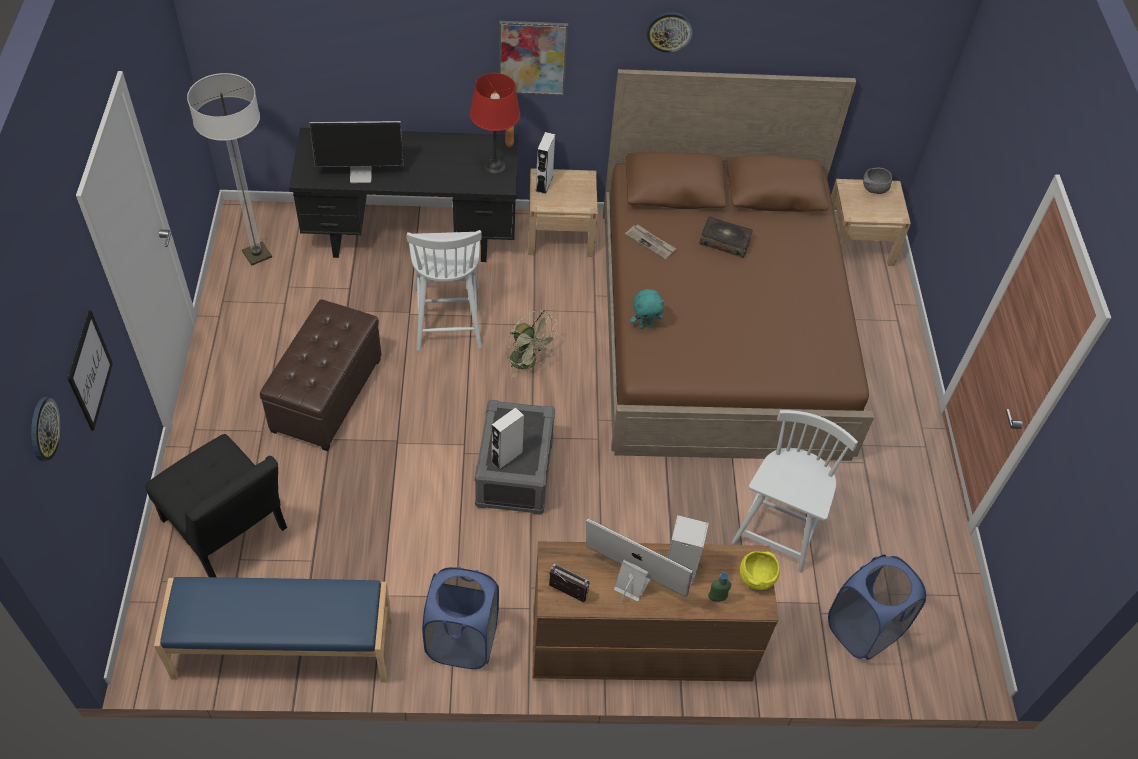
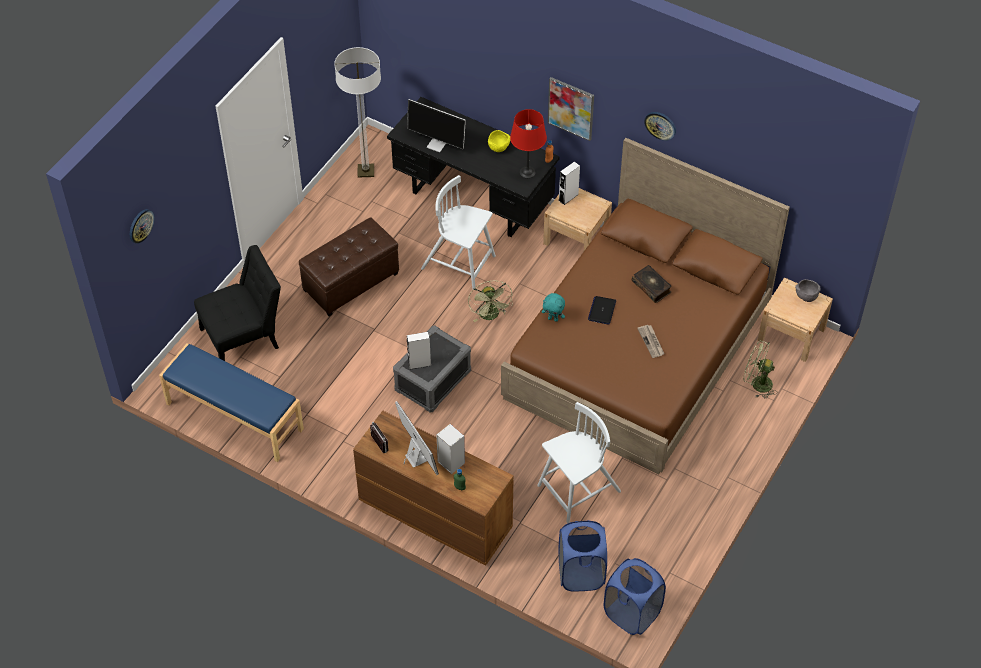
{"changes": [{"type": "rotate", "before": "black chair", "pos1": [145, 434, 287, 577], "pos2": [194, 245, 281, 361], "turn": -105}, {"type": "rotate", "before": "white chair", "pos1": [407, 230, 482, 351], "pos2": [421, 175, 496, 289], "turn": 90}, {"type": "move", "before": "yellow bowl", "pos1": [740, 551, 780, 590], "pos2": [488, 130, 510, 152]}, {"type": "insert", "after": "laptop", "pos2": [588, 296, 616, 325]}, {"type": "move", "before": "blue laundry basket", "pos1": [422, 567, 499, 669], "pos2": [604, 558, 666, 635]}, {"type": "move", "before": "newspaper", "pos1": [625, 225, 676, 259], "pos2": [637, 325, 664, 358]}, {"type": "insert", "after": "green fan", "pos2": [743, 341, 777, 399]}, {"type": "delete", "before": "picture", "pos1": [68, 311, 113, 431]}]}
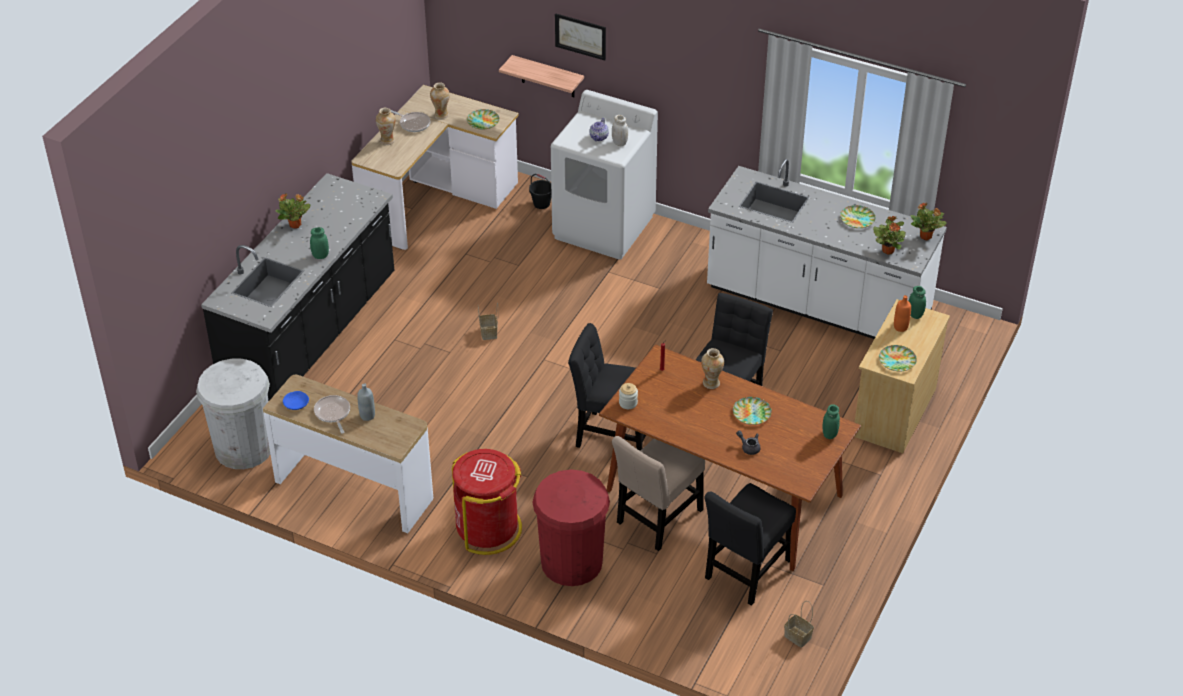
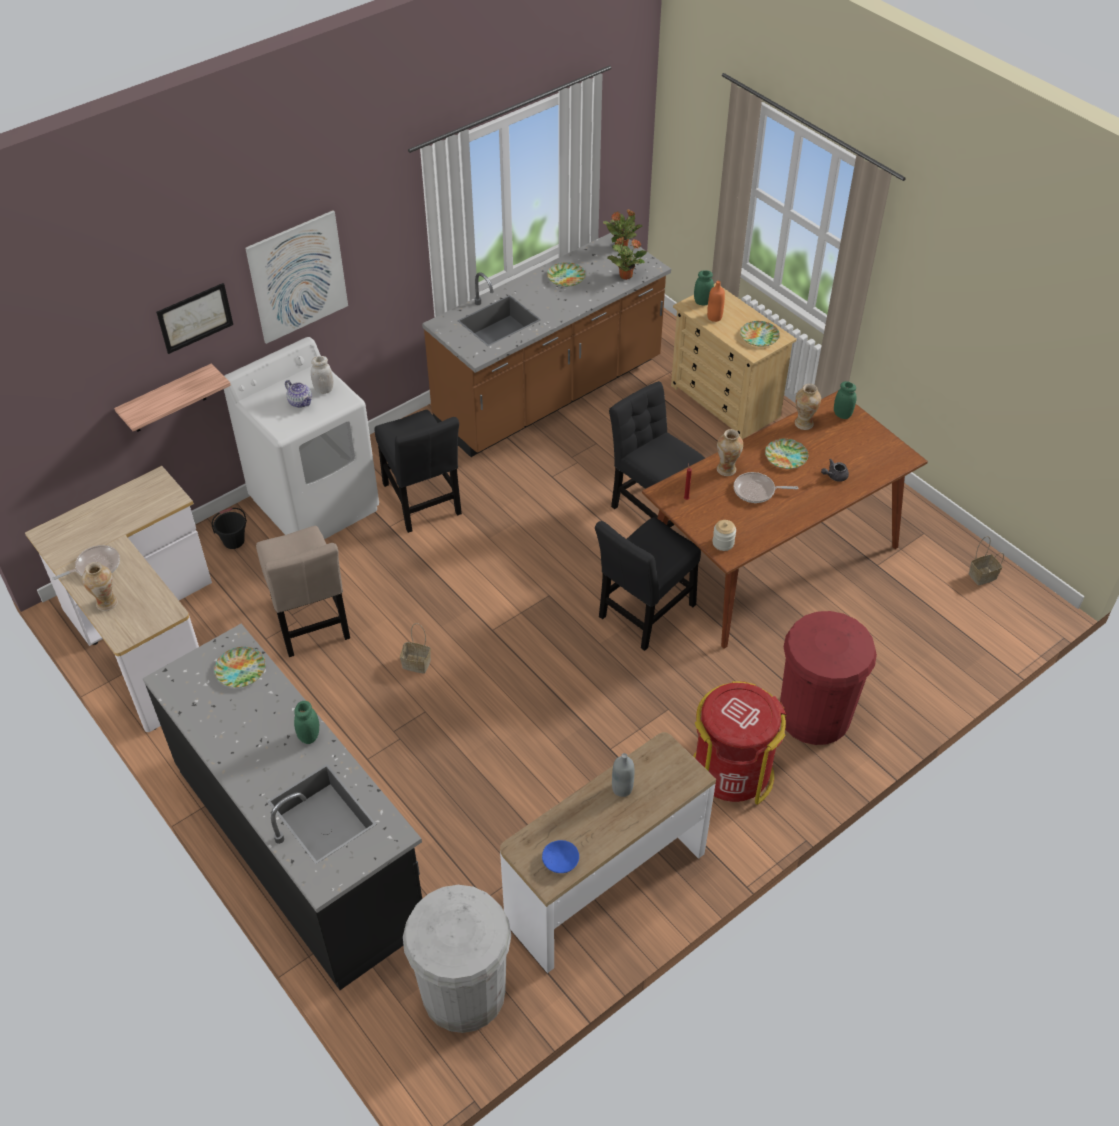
{"changes": [{"type": "move", "before": "plate", "pos1": [467, 109, 500, 130], "pos2": [214, 647, 266, 688]}, {"type": "insert", "after": "picture", "pos2": [245, 210, 348, 344]}, {"type": "move", "before": "beige chair", "pos1": [612, 436, 705, 551], "pos2": [256, 526, 350, 657]}, {"type": "move", "before": "black chair", "pos1": [704, 483, 796, 606], "pos2": [375, 410, 462, 533]}, {"type": "recolor", "before": "white counter", "after": "brown counter", "pos1": [707, 159, 947, 339], "pos2": [422, 233, 671, 457]}, {"type": "move", "before": "frying pan", "pos1": [314, 395, 350, 434], "pos2": [734, 472, 798, 503]}, {"type": "move", "before": "vase", "pos1": [430, 82, 450, 120], "pos2": [795, 384, 821, 430]}, {"type": "delete", "before": "potted plant", "pos1": [276, 193, 311, 229]}]}
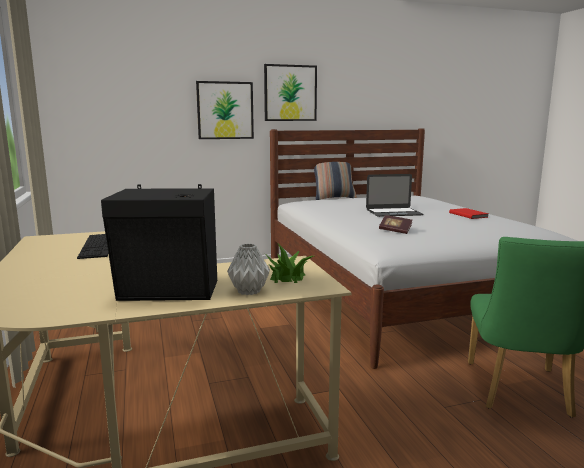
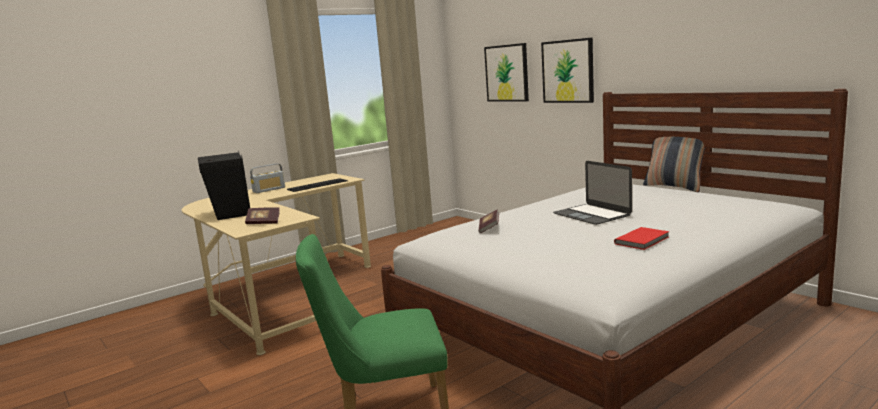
{"changes": [{"type": "replace", "before": "potted plant", "after": "book", "pos1": [265, 244, 313, 283], "pos2": [245, 207, 280, 224]}, {"type": "insert", "after": "radio", "pos2": [250, 163, 285, 193]}, {"type": "move", "before": "picture", "pos1": [264, 64, 317, 121], "pos2": [484, 43, 529, 102]}, {"type": "delete", "before": "grey vase", "pos1": [227, 244, 270, 295]}]}
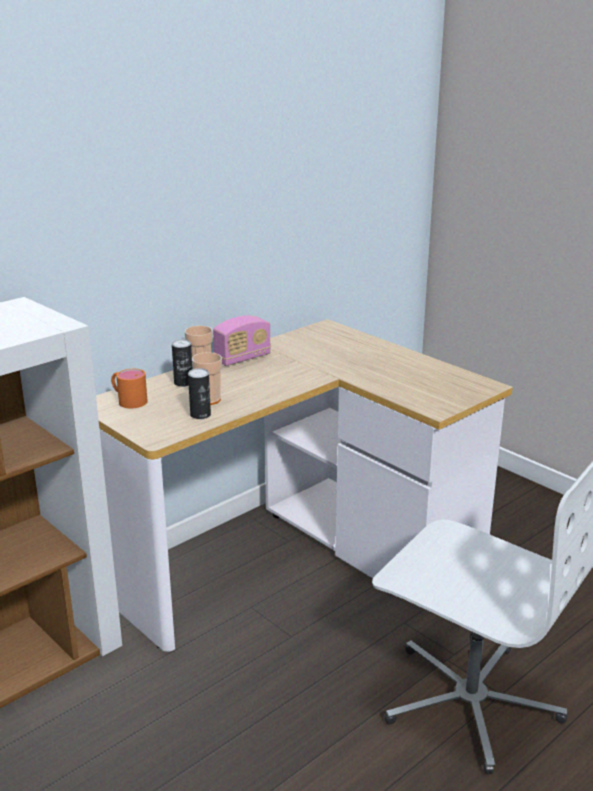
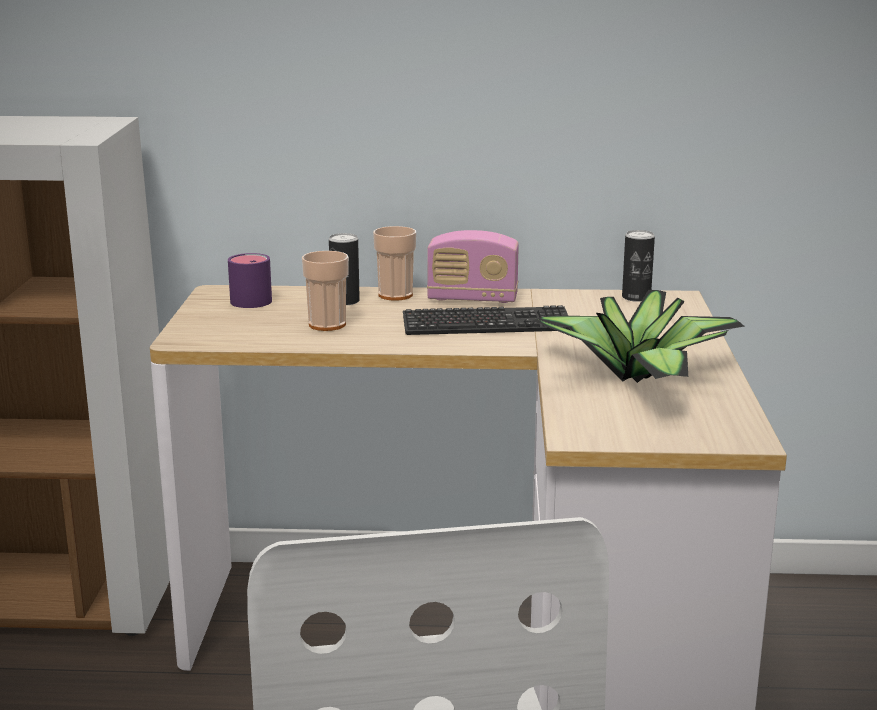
{"changes": [{"type": "recolor", "before": "orange mug", "after": "purple mug", "pos1": [111, 369, 148, 408], "pos2": [228, 253, 272, 308]}, {"type": "insert", "after": "keyboard", "pos2": [403, 305, 571, 335]}, {"type": "insert", "after": "potted plant", "pos2": [531, 290, 745, 383]}, {"type": "move", "before": "can", "pos1": [188, 368, 211, 419], "pos2": [622, 230, 655, 302]}]}
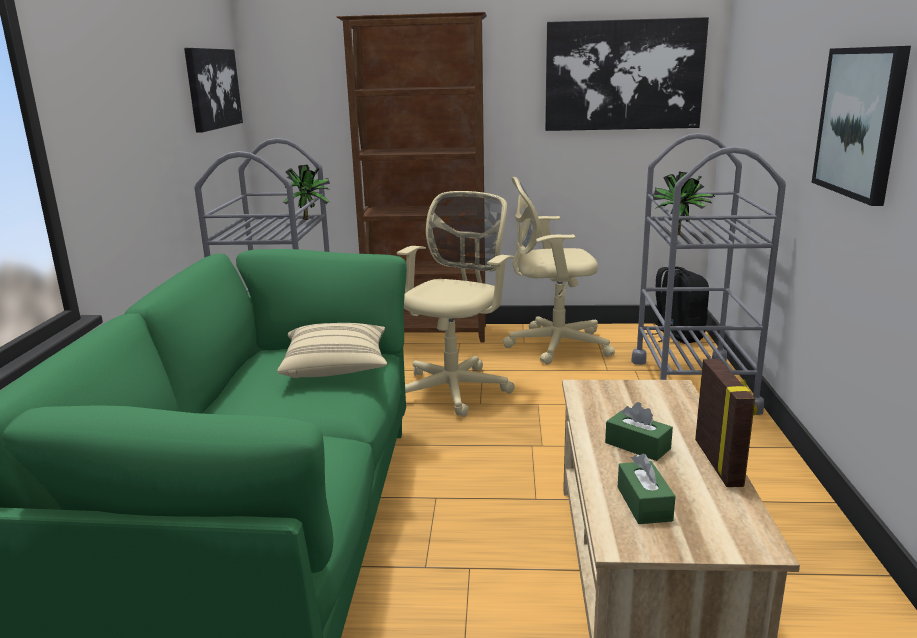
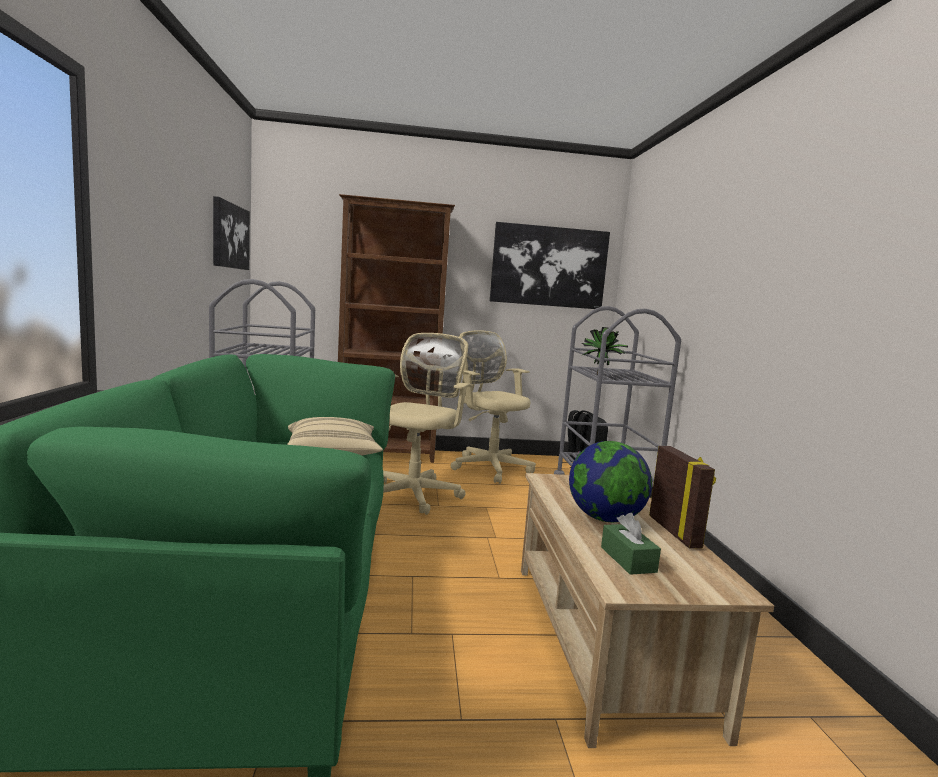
{"changes": [{"type": "rotate", "before": "beige office chair", "pos1": [503, 177, 615, 364], "pos2": [451, 330, 536, 484], "turn": 60}, {"type": "replace", "before": "green tissue box", "after": "globe", "pos1": [605, 402, 673, 461], "pos2": [569, 441, 652, 522]}, {"type": "delete", "before": "potted plant", "pos1": [284, 165, 330, 220]}, {"type": "delete", "before": "picture", "pos1": [812, 46, 911, 206]}]}
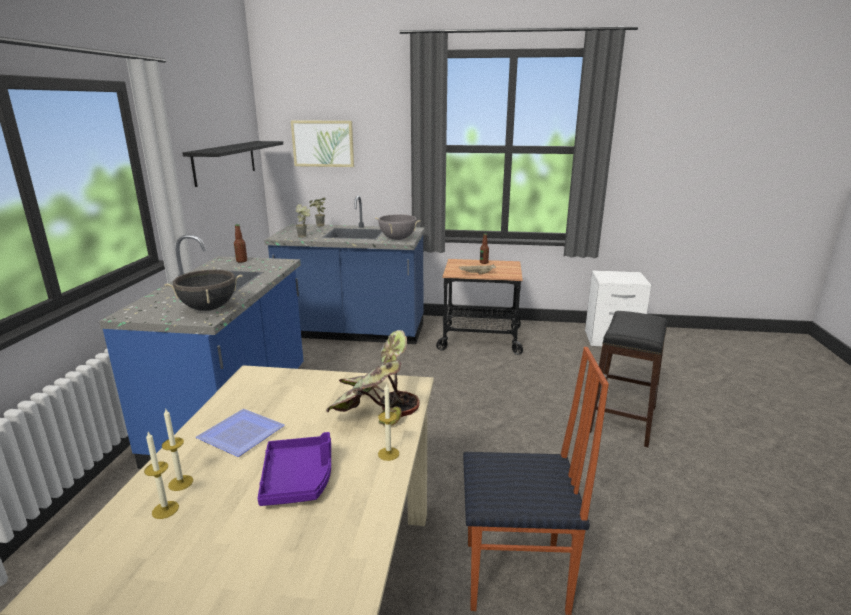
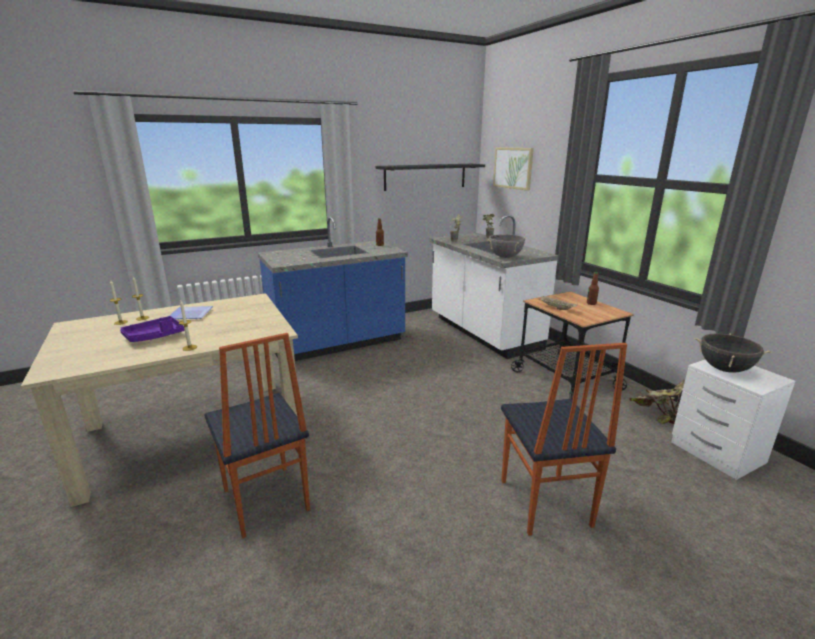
{"changes": [{"type": "recolor", "before": "blue counter", "after": "white counter", "pos1": [264, 195, 424, 344], "pos2": [429, 215, 559, 359]}, {"type": "replace", "before": "black stool", "after": "chair", "pos1": [590, 311, 667, 447], "pos2": [501, 343, 628, 536]}, {"type": "move", "before": "potted plant", "pos1": [326, 330, 420, 426], "pos2": [630, 379, 685, 424]}, {"type": "move", "before": "black cooking pot", "pos1": [164, 270, 243, 311], "pos2": [694, 333, 772, 373]}]}
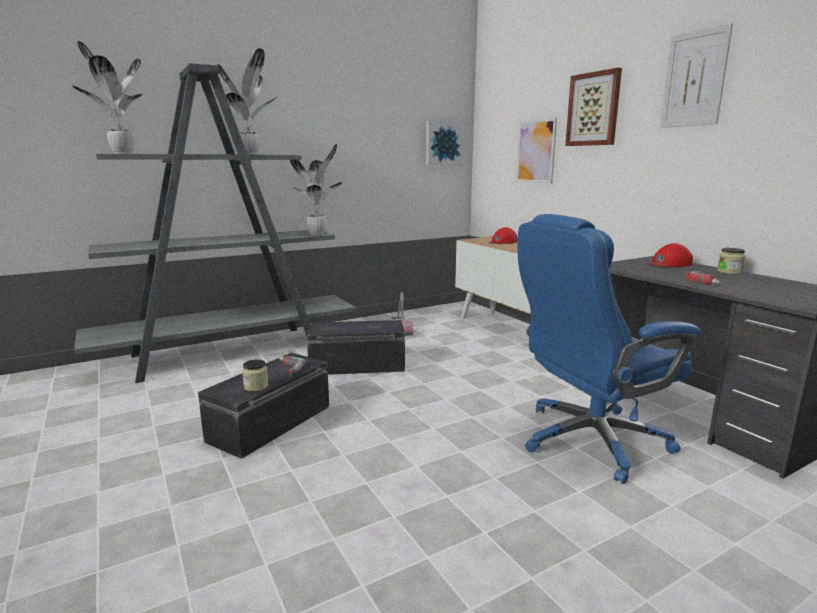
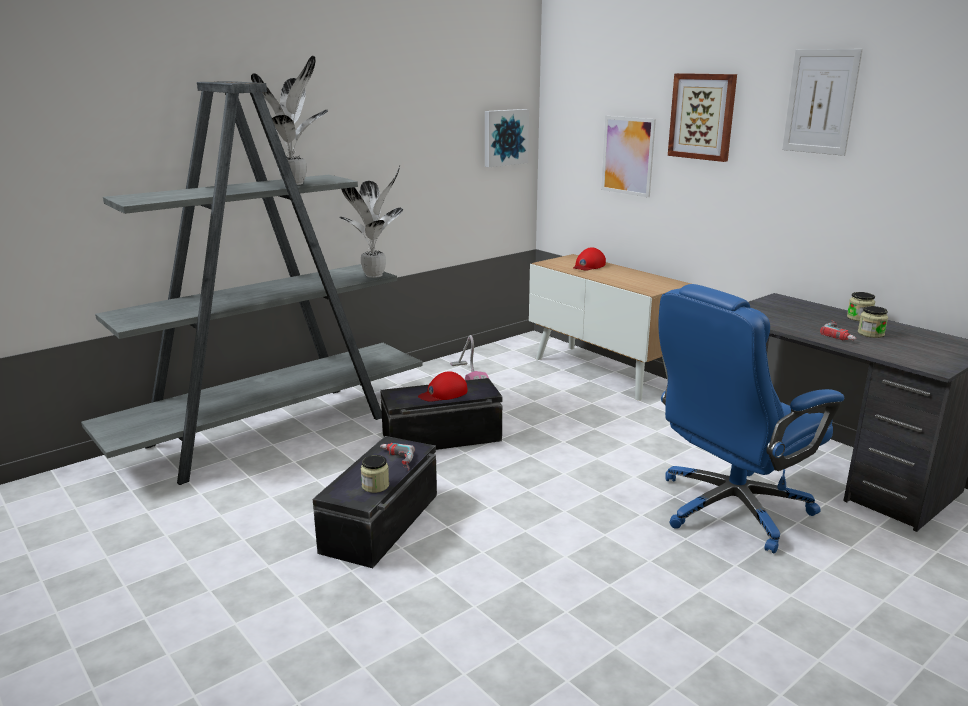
{"changes": [{"type": "move", "before": "red cap", "pos1": [646, 243, 693, 267], "pos2": [418, 371, 468, 402]}, {"type": "insert", "after": "jar", "pos2": [858, 306, 888, 338]}, {"type": "delete", "before": "potted plant", "pos1": [72, 41, 142, 154]}]}
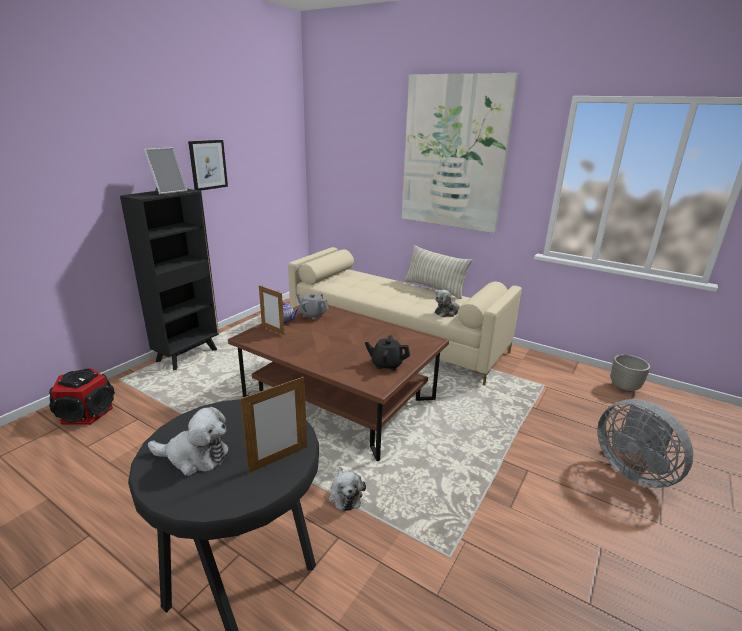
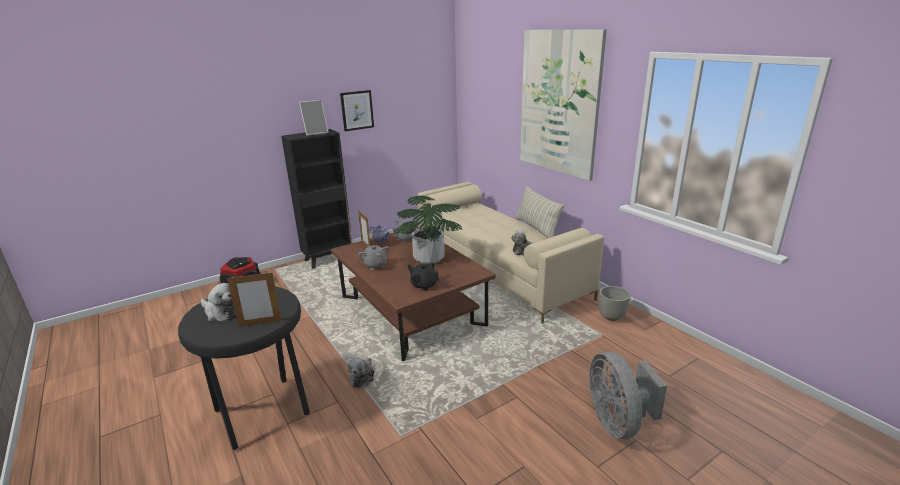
{"changes": [{"type": "insert", "after": "grey teapot", "pos2": [358, 244, 390, 270]}, {"type": "insert", "after": "potted plant", "pos2": [395, 196, 462, 264]}, {"type": "move", "before": "grey planter", "pos1": [611, 354, 650, 392], "pos2": [598, 286, 631, 321]}]}
